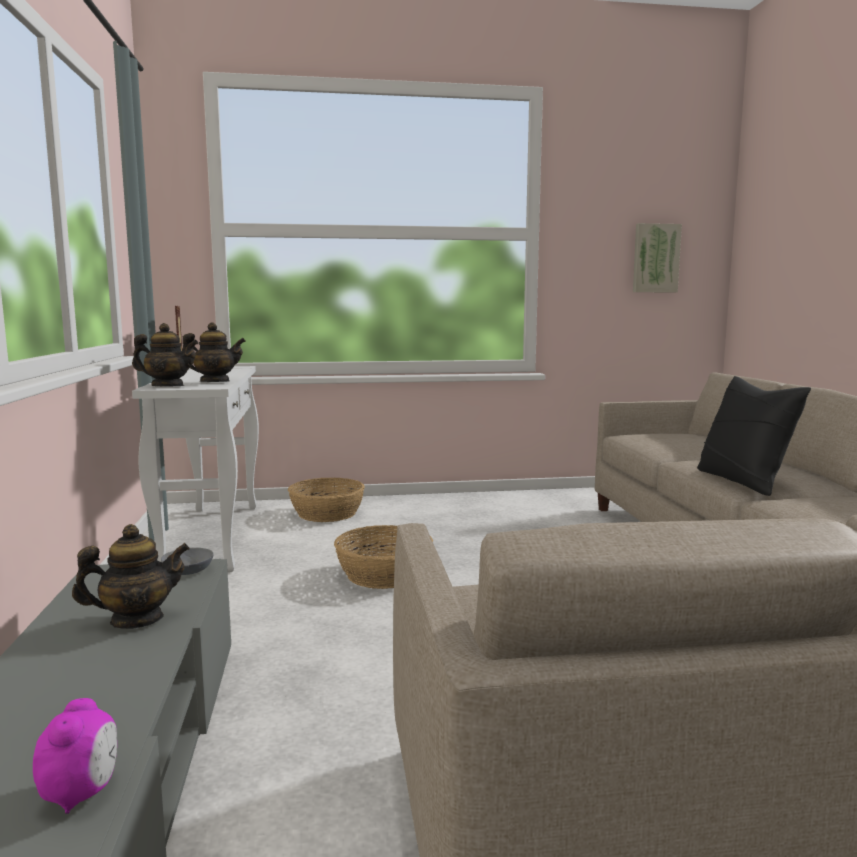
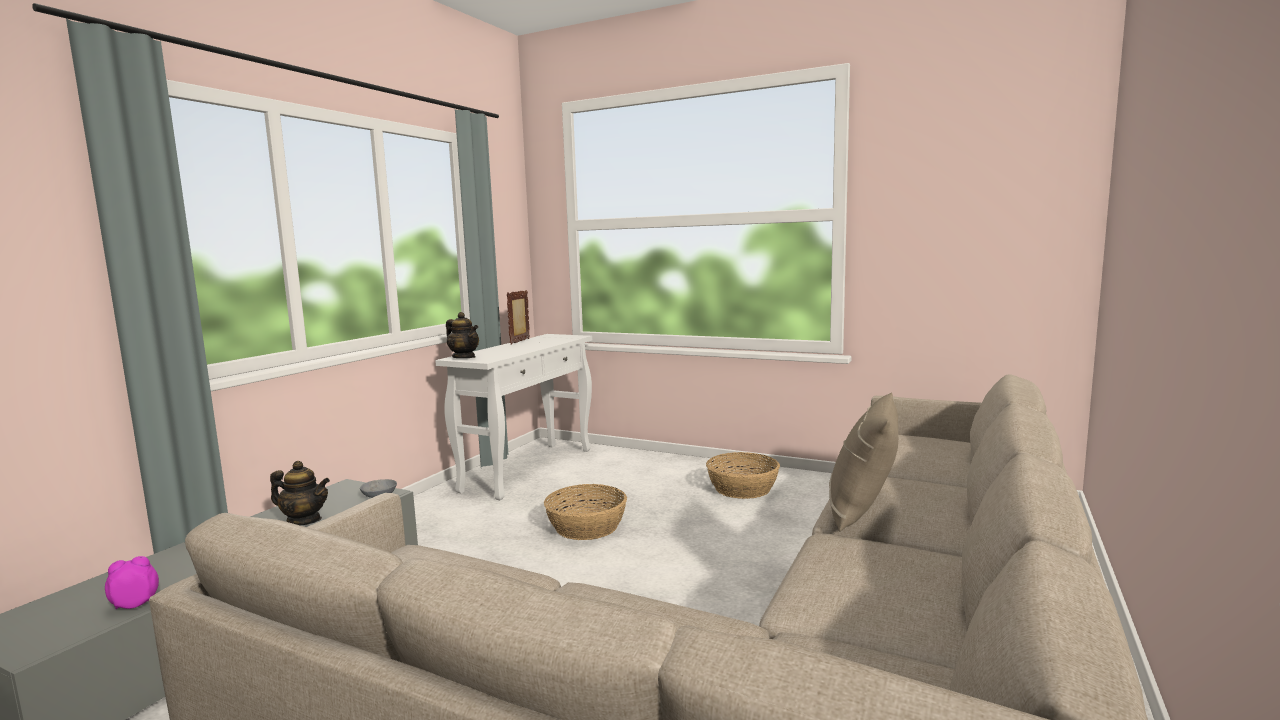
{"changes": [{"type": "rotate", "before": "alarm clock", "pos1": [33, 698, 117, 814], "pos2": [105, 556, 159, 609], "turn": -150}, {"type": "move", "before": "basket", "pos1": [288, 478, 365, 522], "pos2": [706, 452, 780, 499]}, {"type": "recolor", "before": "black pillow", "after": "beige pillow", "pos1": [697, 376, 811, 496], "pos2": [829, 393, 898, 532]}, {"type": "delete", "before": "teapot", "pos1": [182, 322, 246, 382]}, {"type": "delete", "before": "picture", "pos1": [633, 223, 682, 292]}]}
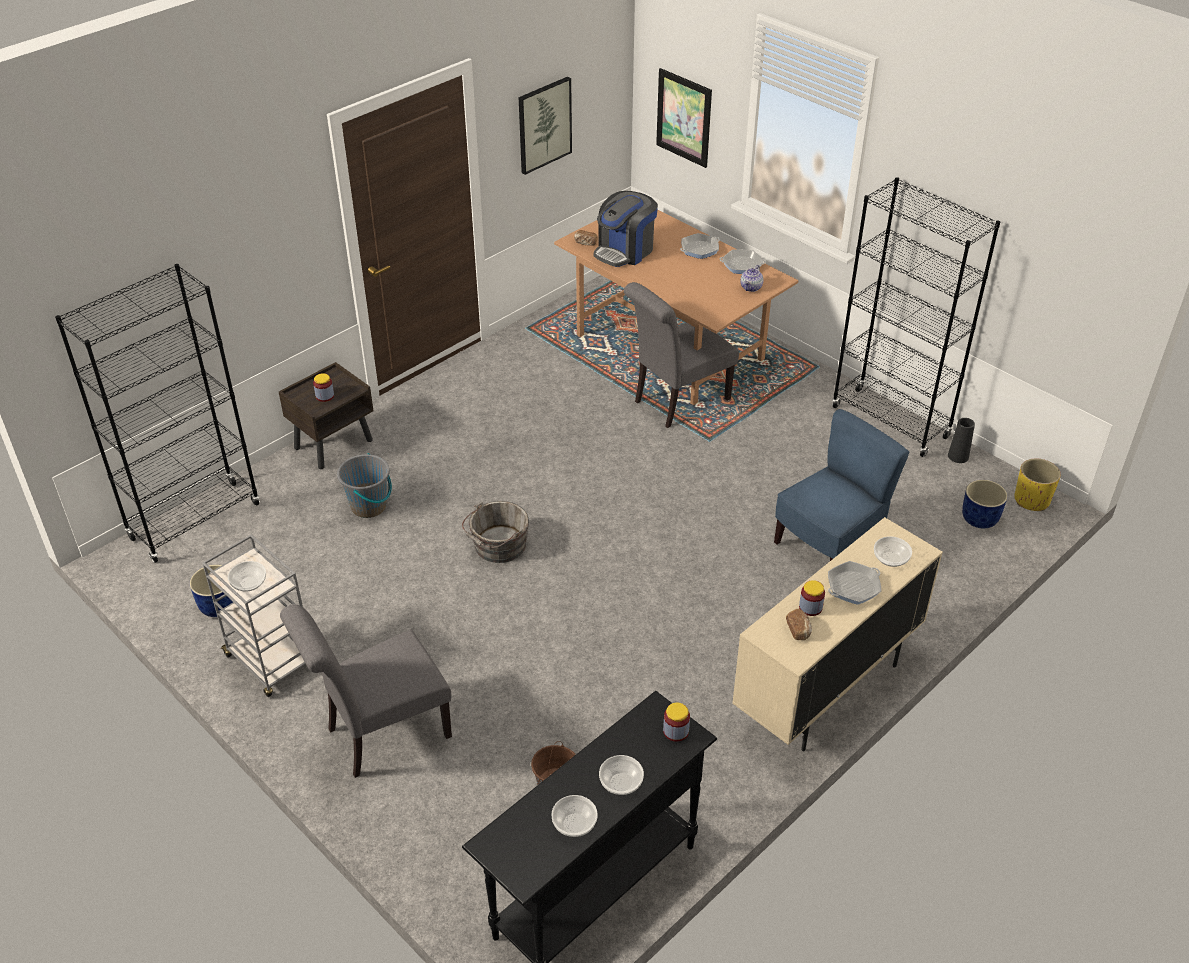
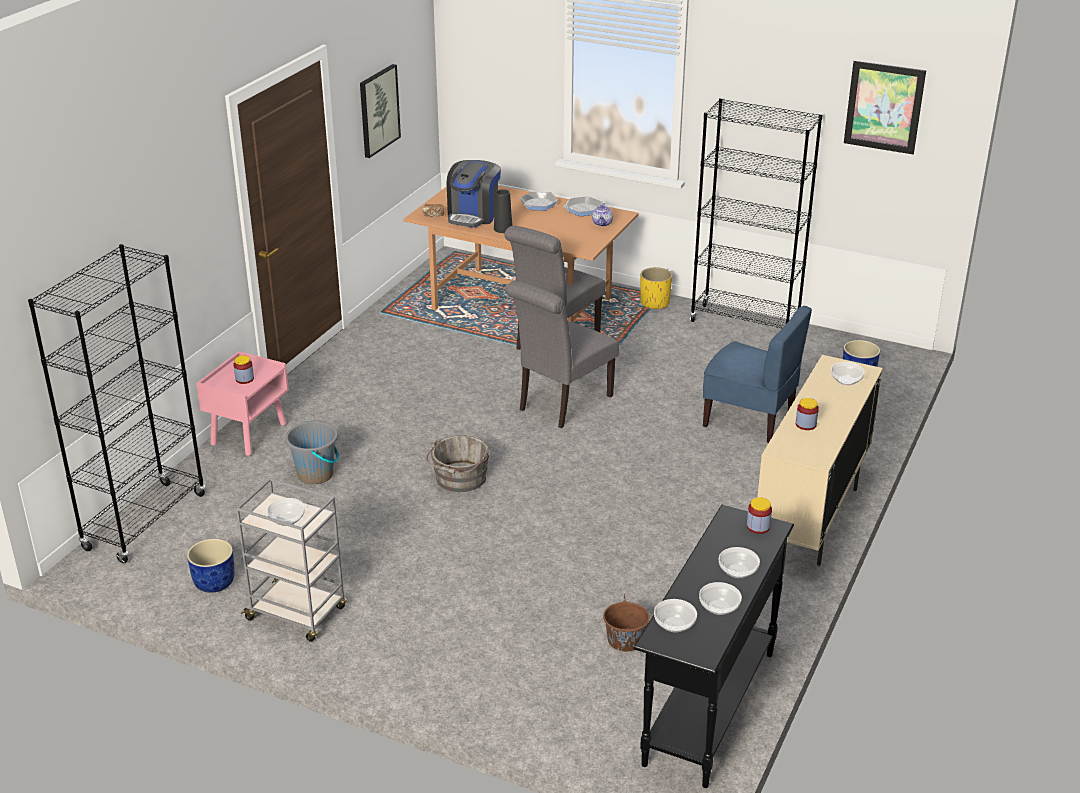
{"changes": [{"type": "recolor", "before": "brown nightstand", "after": "pink nightstand", "pos1": [279, 362, 374, 469], "pos2": [196, 351, 289, 456]}, {"type": "move", "before": "black vase", "pos1": [948, 418, 975, 463], "pos2": [494, 189, 512, 233]}, {"type": "move", "before": "grey chair", "pos1": [280, 604, 452, 778], "pos2": [506, 281, 619, 428]}, {"type": "move", "before": "yellow planter", "pos1": [1014, 459, 1061, 511], "pos2": [640, 267, 672, 309]}, {"type": "insert", "after": "bowl", "pos2": [654, 599, 697, 633]}, {"type": "rotate", "before": "blue chair", "pos1": [774, 409, 909, 561], "pos2": [703, 306, 812, 443], "turn": 90}, {"type": "move", "before": "picture", "pos1": [656, 68, 712, 168], "pos2": [844, 60, 926, 154]}, {"type": "delete", "before": "bread", "pos1": [786, 609, 812, 640]}, {"type": "delete", "before": "frying pan", "pos1": [828, 561, 882, 605]}]}
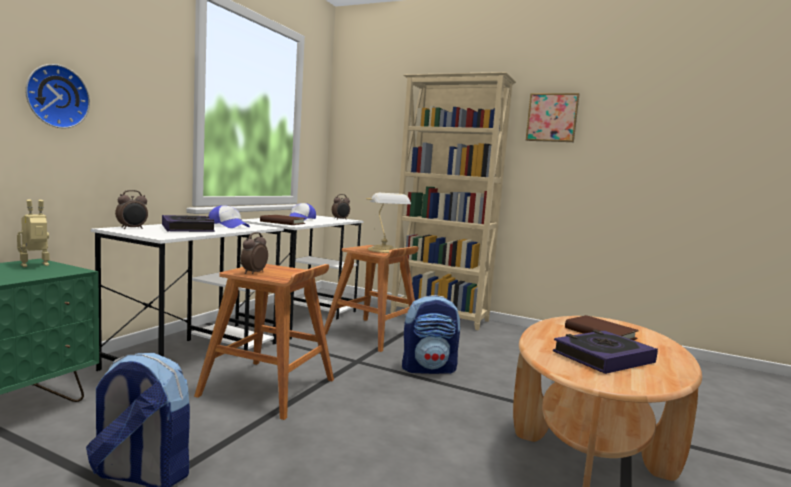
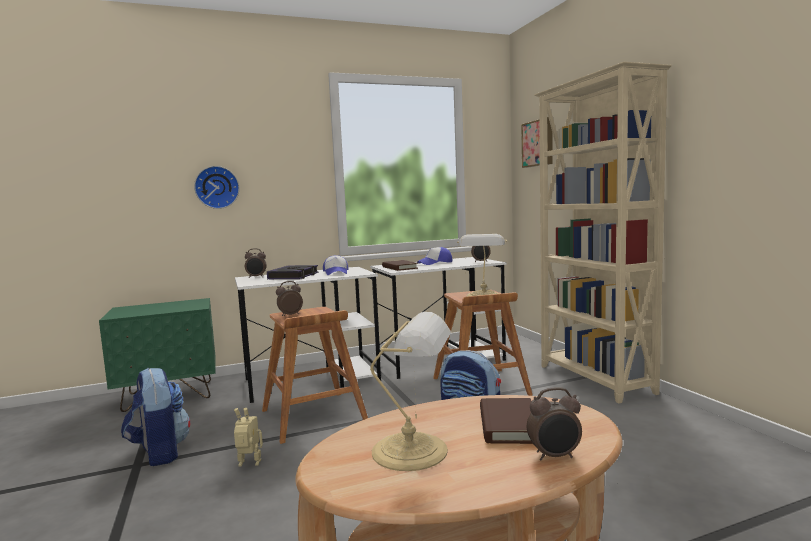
{"changes": [{"type": "move", "before": "toy robot", "pos1": [17, 199, 50, 267], "pos2": [234, 408, 263, 467]}, {"type": "replace", "before": "book", "after": "table lamp", "pos1": [553, 330, 658, 374], "pos2": [370, 312, 451, 471]}, {"type": "move", "before": "picture", "pos1": [526, 93, 580, 142], "pos2": [521, 117, 553, 168]}, {"type": "insert", "after": "alarm clock", "pos2": [527, 387, 582, 461]}]}
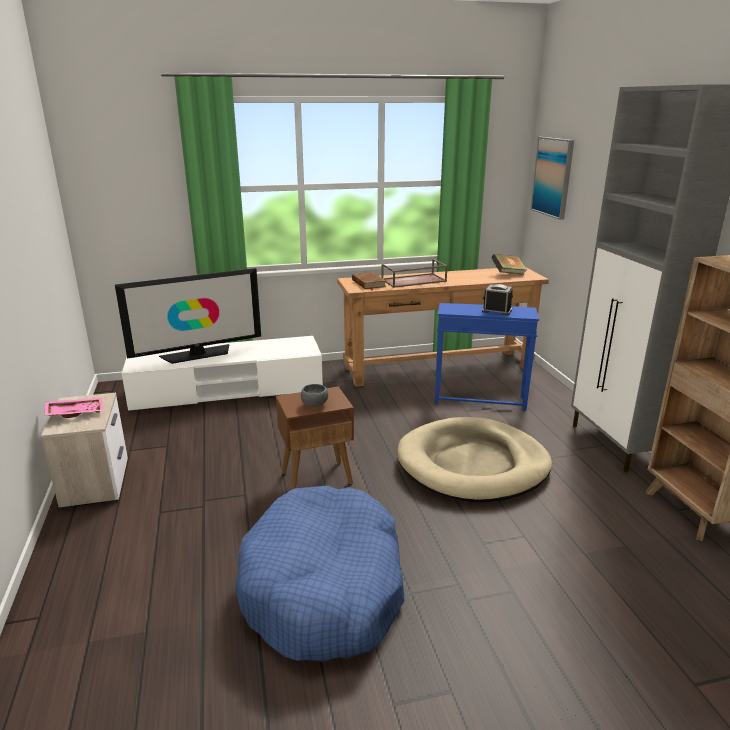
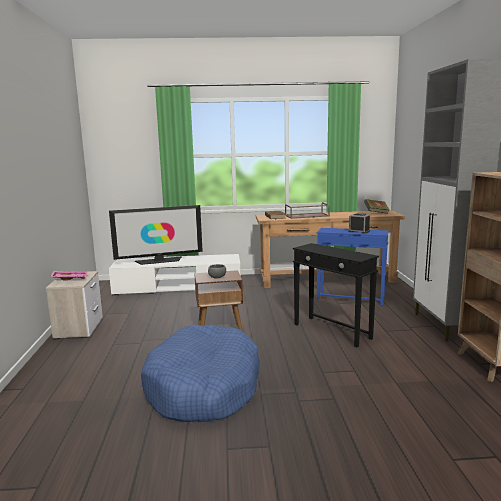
{"changes": [{"type": "replace", "before": "beige dog bed", "after": "black side table", "pos1": [397, 417, 552, 502], "pos2": [293, 243, 379, 347]}, {"type": "delete", "before": "picture", "pos1": [531, 137, 574, 220]}]}
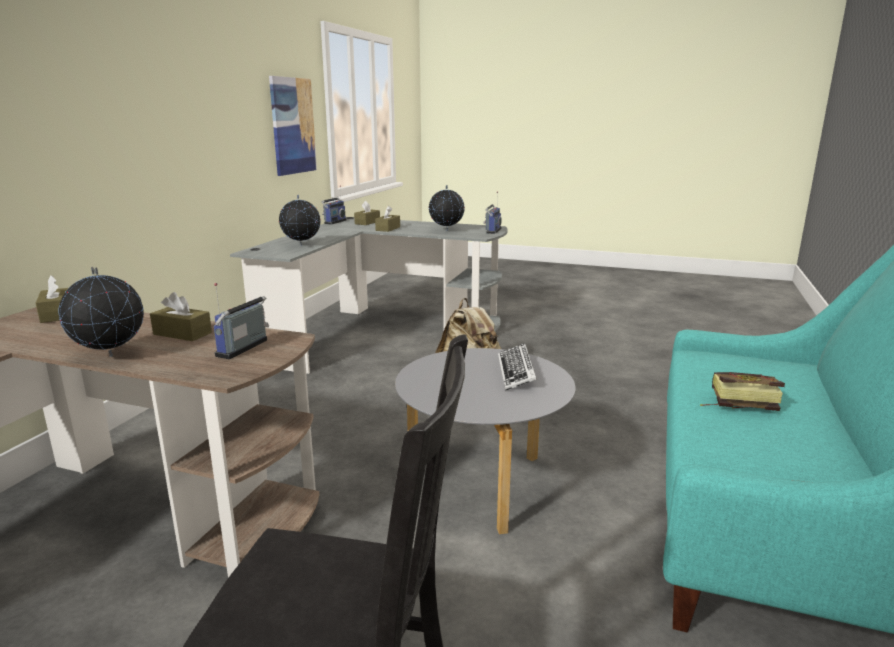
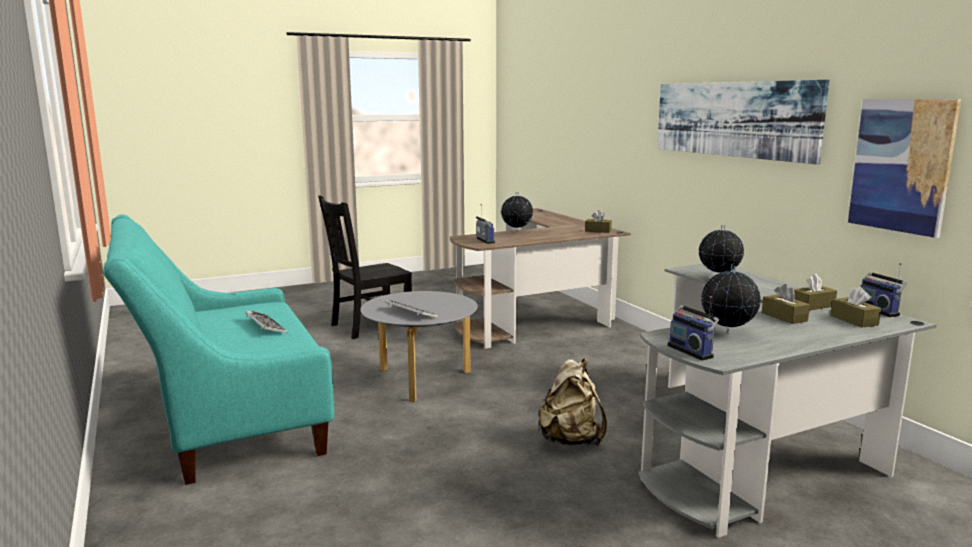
{"changes": [{"type": "replace", "before": "book", "after": "keyboard", "pos1": [700, 372, 785, 411], "pos2": [245, 310, 287, 333]}, {"type": "insert", "after": "picture", "pos2": [657, 80, 829, 164]}, {"type": "move", "before": "brown tissue box", "pos1": [150, 292, 212, 341], "pos2": [794, 274, 837, 310]}]}
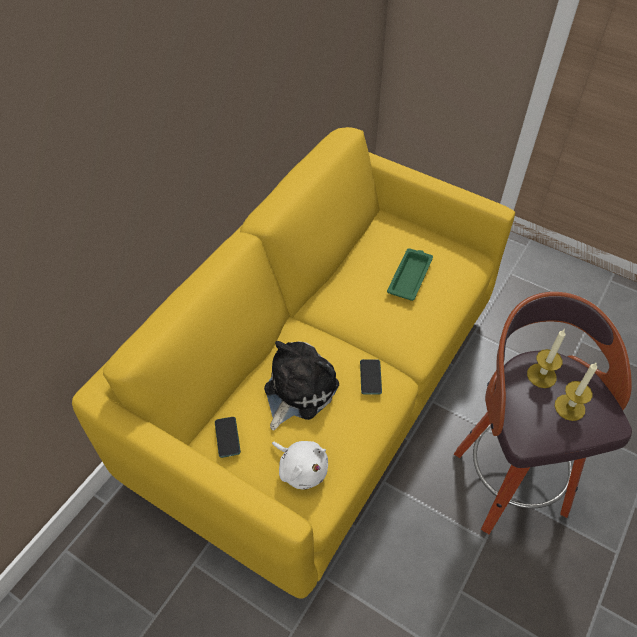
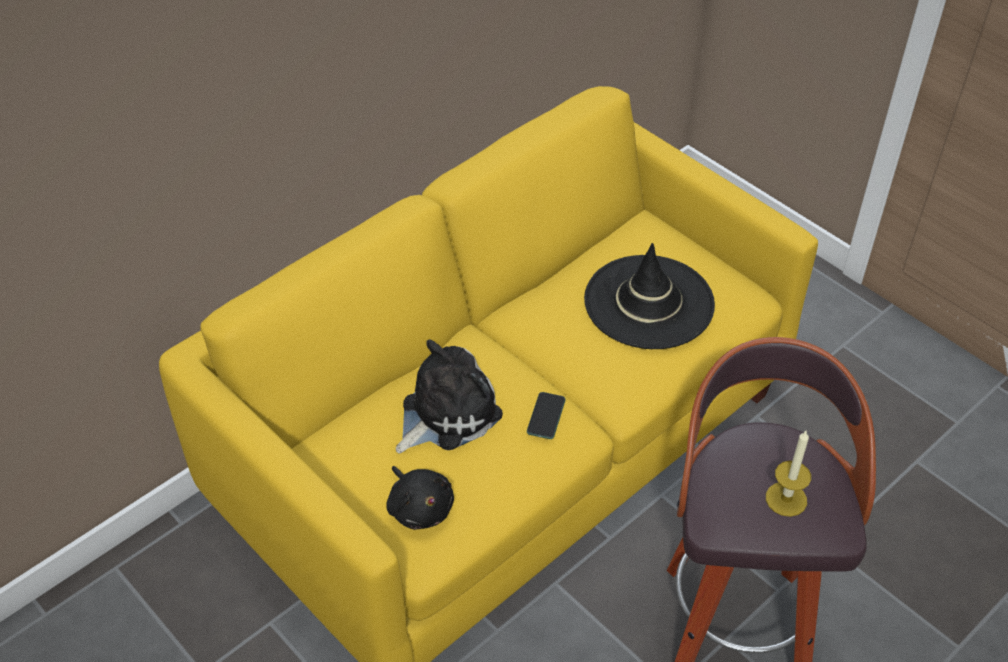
{"changes": [{"type": "recolor", "before": "white plush toy", "after": "black plush toy", "pos1": [272, 441, 328, 490], "pos2": [386, 466, 454, 530]}, {"type": "replace", "before": "green tray", "after": "black hat", "pos1": [387, 248, 433, 301], "pos2": [584, 243, 715, 349]}, {"type": "delete", "before": "phone", "pos1": [215, 417, 241, 458]}, {"type": "delete", "before": "candle", "pos1": [527, 330, 566, 388]}]}
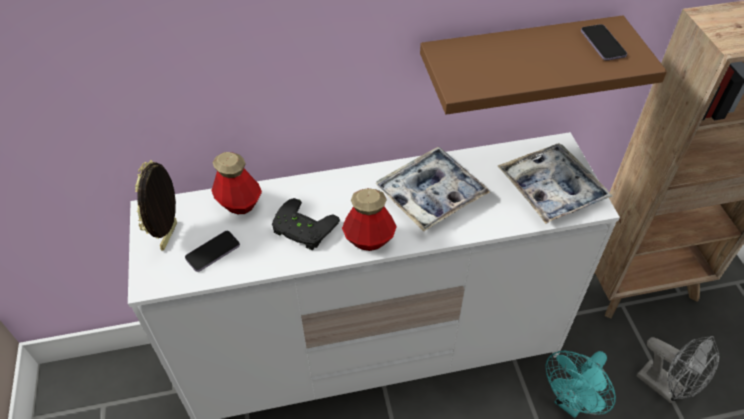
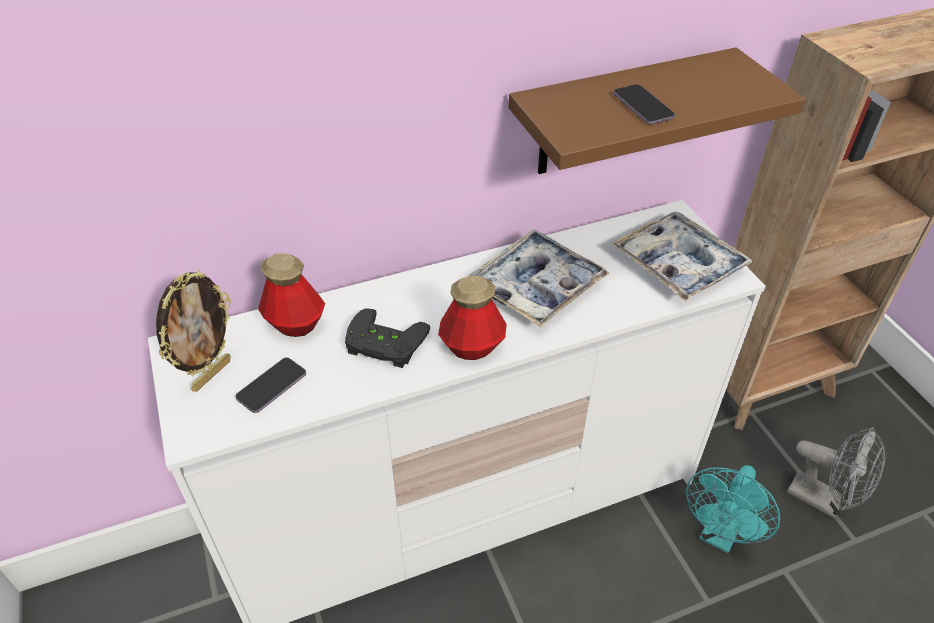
{"changes": [{"type": "rotate", "before": "picture frame", "pos1": [135, 160, 177, 251], "pos2": [156, 270, 231, 392], "turn": -150}, {"type": "move", "before": "phone", "pos1": [581, 24, 627, 61], "pos2": [613, 84, 675, 124]}]}
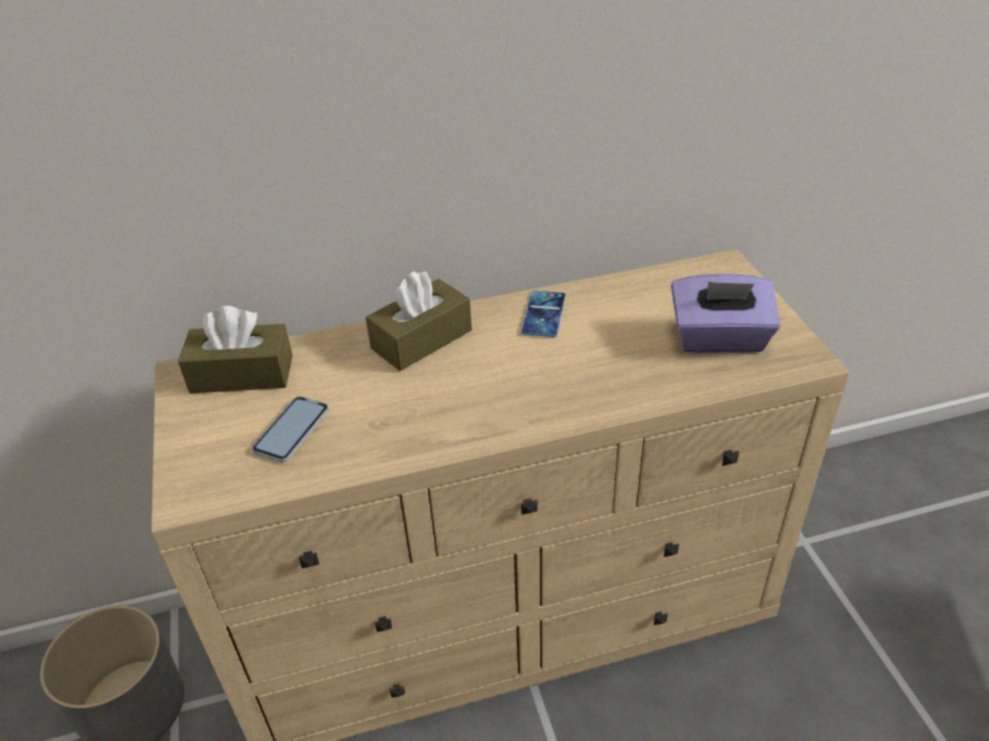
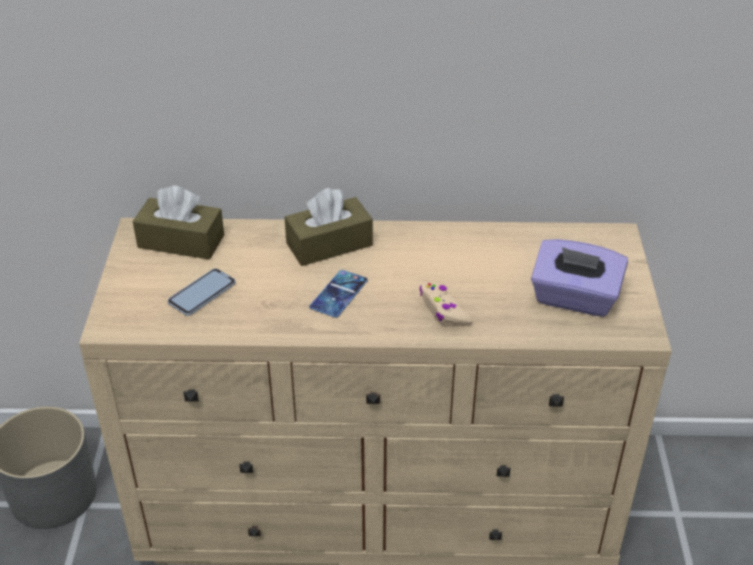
{"changes": [{"type": "move", "before": "phone", "pos1": [521, 291, 566, 337], "pos2": [309, 270, 368, 318]}, {"type": "insert", "after": "beige game controller", "pos2": [420, 282, 473, 326]}]}
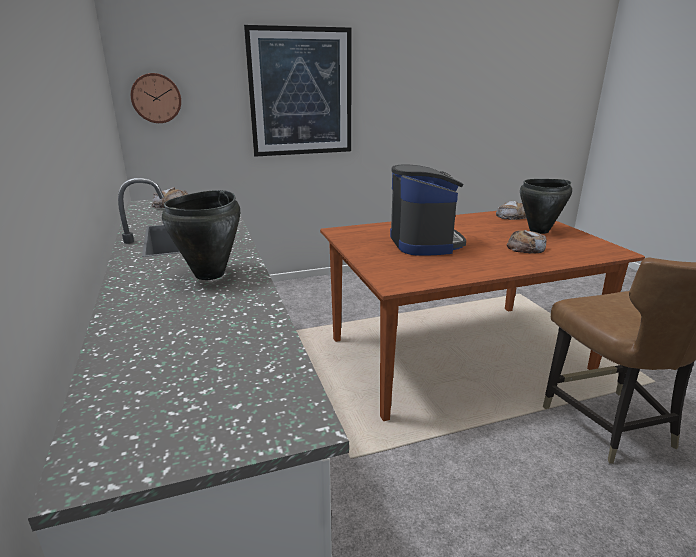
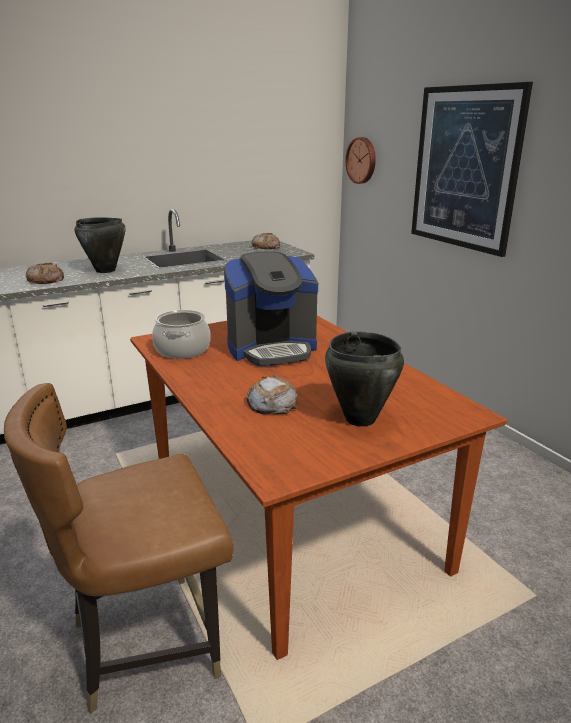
{"changes": [{"type": "move", "before": "bread", "pos1": [496, 201, 527, 220], "pos2": [25, 263, 64, 284]}, {"type": "insert", "after": "cooking pot", "pos2": [152, 310, 211, 359]}]}
